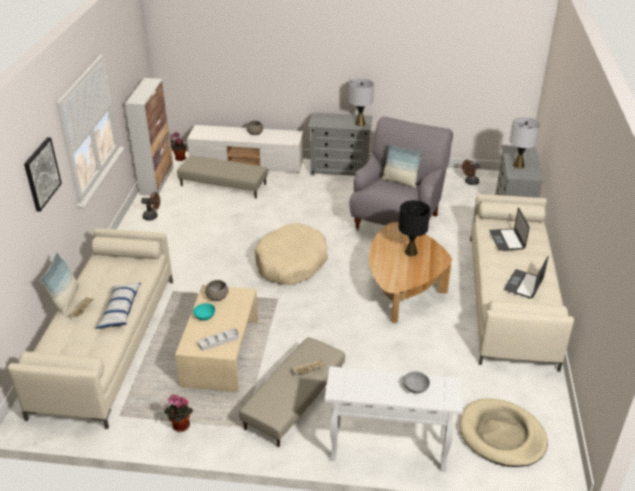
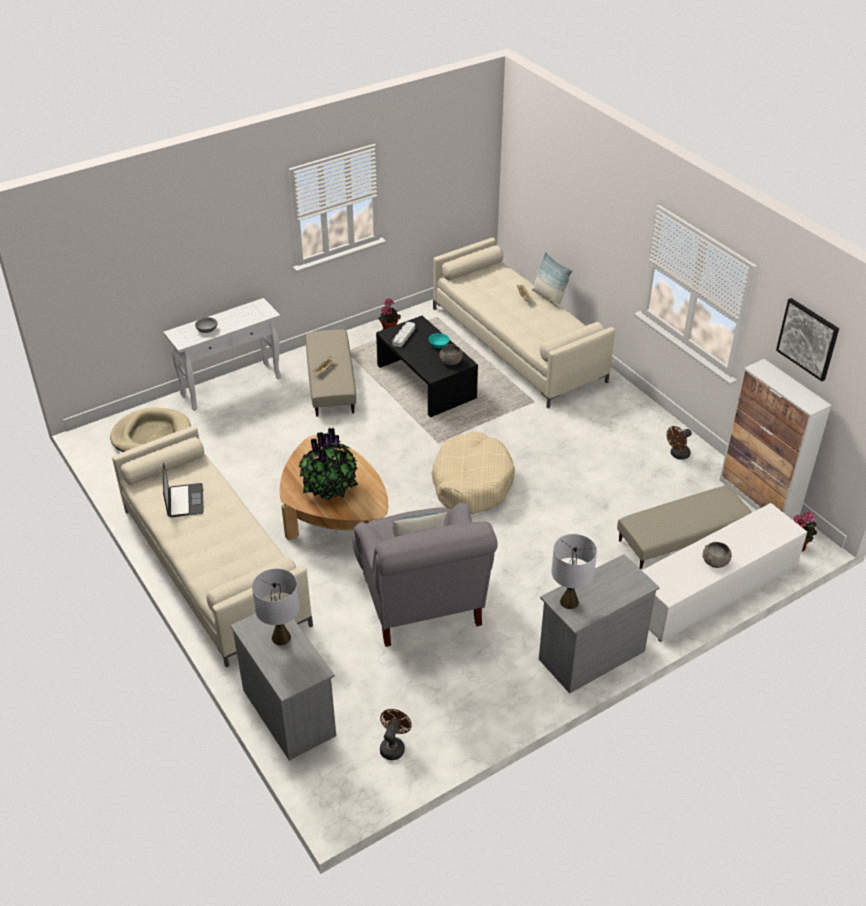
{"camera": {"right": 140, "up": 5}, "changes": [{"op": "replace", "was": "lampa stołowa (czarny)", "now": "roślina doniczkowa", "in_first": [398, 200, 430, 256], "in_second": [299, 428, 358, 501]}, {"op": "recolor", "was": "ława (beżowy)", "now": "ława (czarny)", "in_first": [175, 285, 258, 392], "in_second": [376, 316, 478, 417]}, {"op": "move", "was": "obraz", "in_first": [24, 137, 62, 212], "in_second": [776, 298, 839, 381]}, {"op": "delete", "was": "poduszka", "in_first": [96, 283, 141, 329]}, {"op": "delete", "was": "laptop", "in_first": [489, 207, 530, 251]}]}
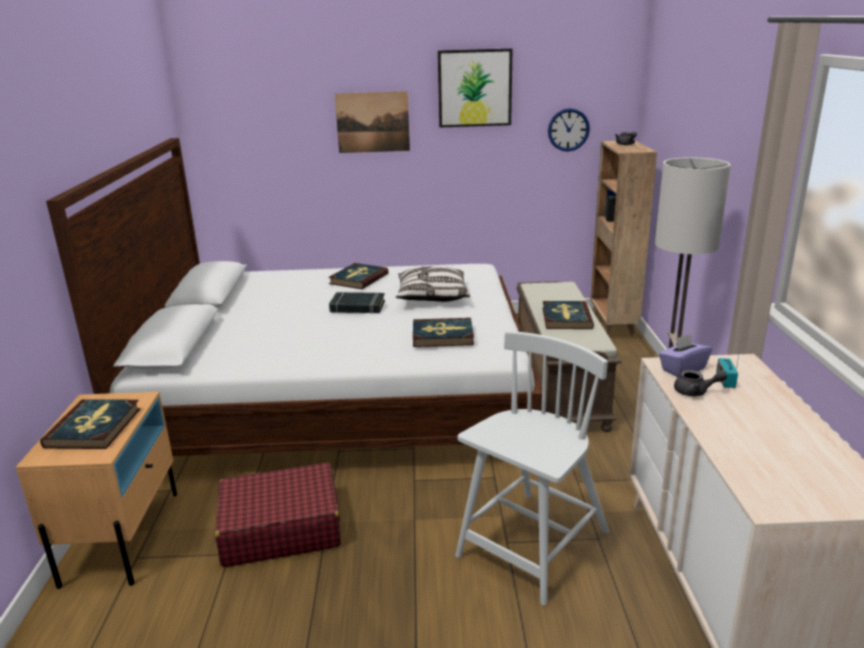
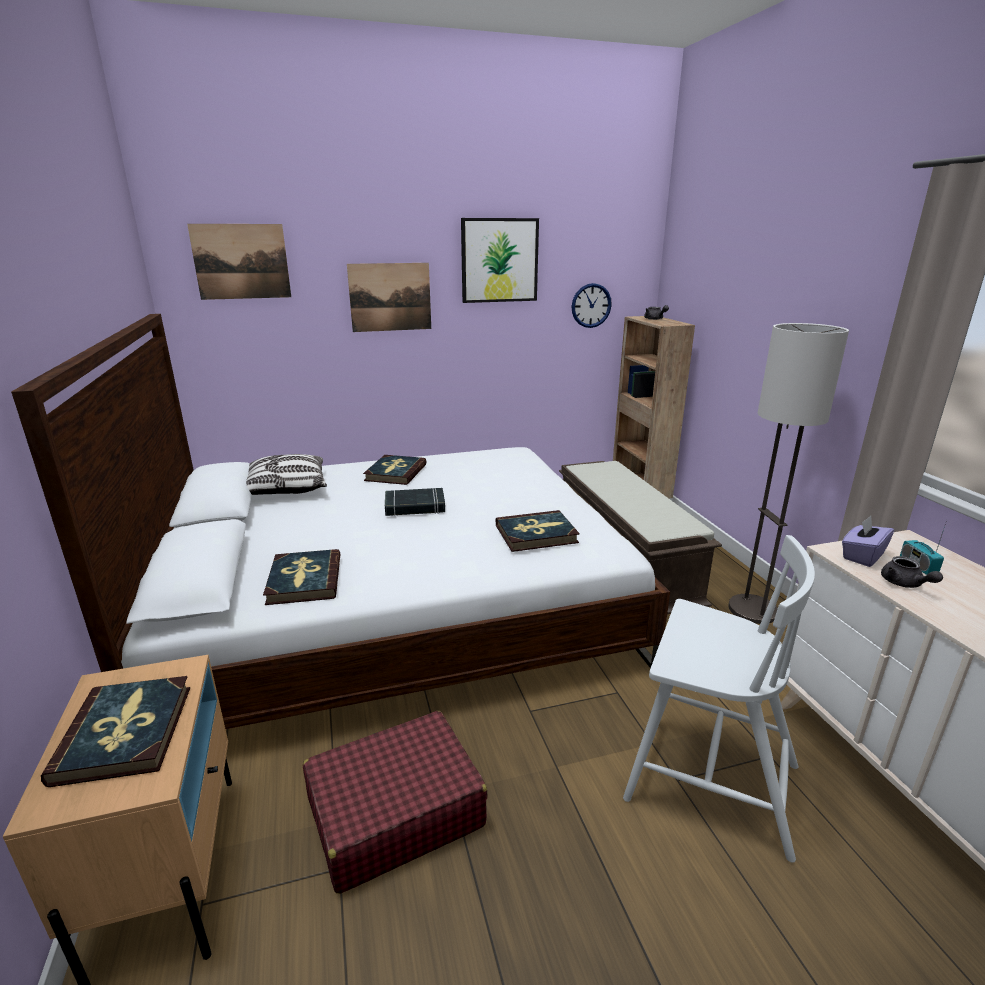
{"camera": {"right": -15, "up": 0}, "changes": [{"op": "insert", "now": "obraz", "in_second": [187, 224, 291, 300]}, {"op": "move", "was": "poduszka", "in_first": [396, 267, 470, 302], "in_second": [246, 454, 327, 495]}, {"op": "move", "was": "książka", "in_first": [542, 301, 594, 329], "in_second": [263, 549, 340, 605]}, {"op": "rotate", "was": "krzesło (biały)", "in_first": [455, 331, 609, 605], "in_second": [623, 535, 815, 863], "clockwise": 90}, {"op": "rotate", "was": "imbryk (szary)", "in_first": [674, 370, 727, 396], "in_second": [881, 556, 943, 588], "clockwise": 75}]}
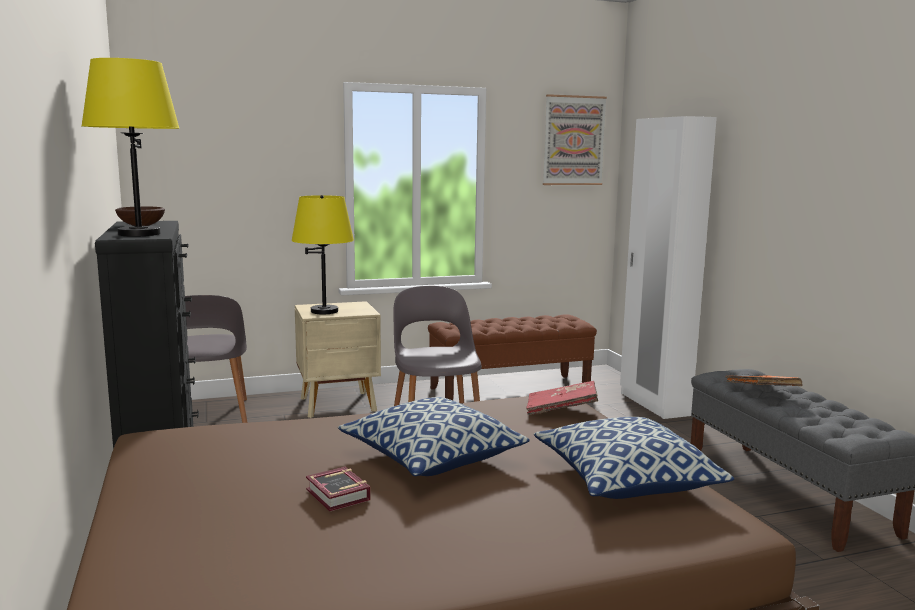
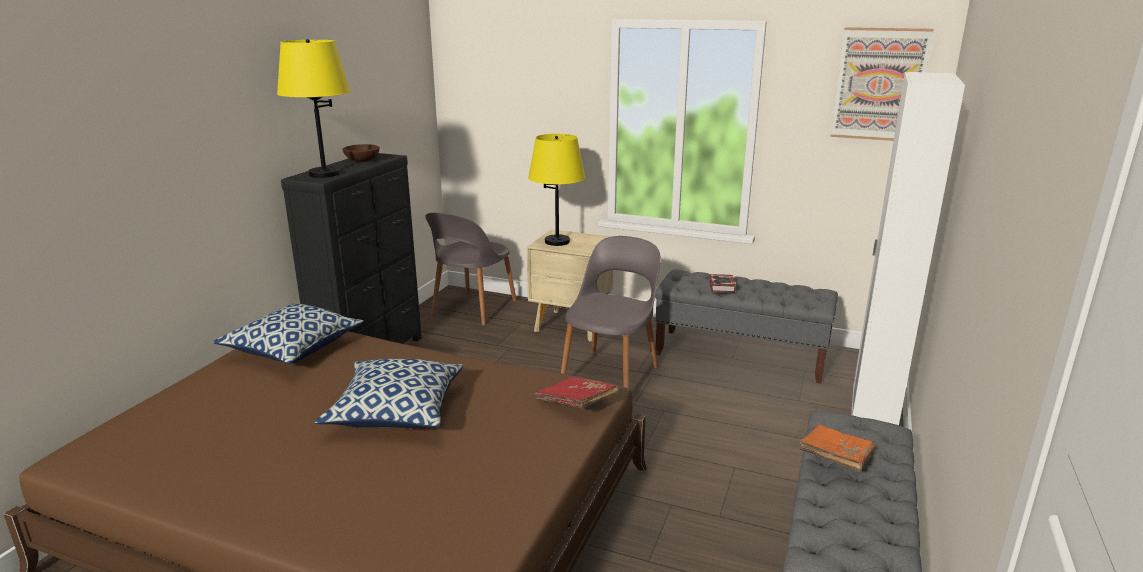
{"camera": {"right": 40, "up": 10}, "changes": [{"op": "move", "was": "poduszka", "in_first": [534, 417, 735, 499], "in_second": [213, 303, 364, 364]}, {"op": "recolor", "was": "ławka (brązowy)", "now": "ławka (szary)", "in_first": [428, 314, 597, 400], "in_second": [655, 270, 838, 384]}, {"op": "move", "was": "książka", "in_first": [306, 467, 371, 511], "in_second": [709, 274, 736, 293]}]}
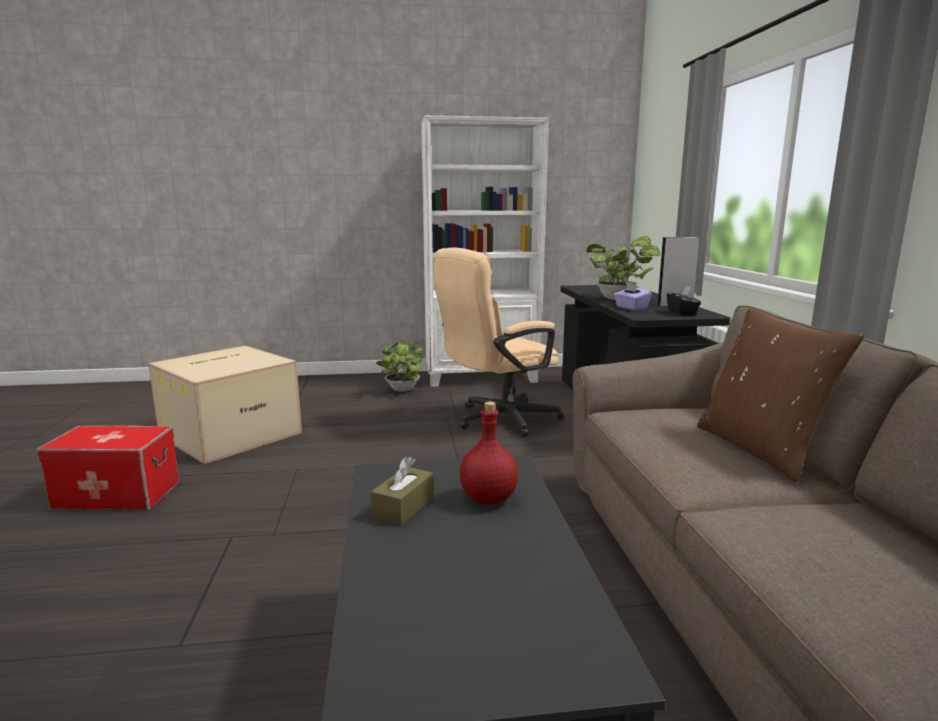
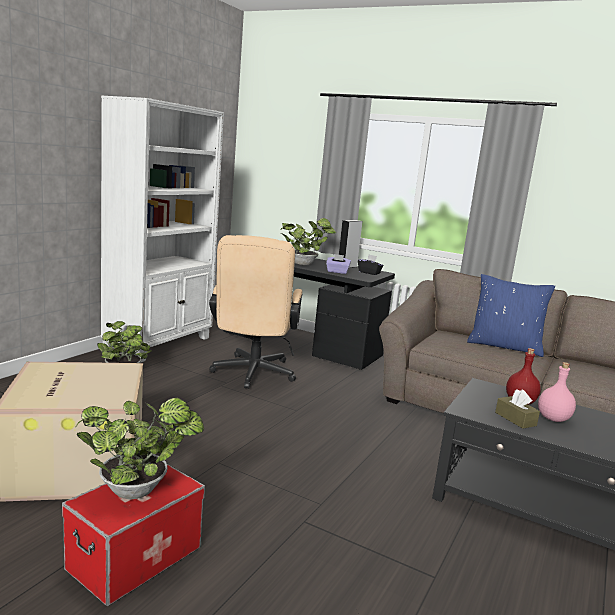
{"camera": {"right": -55, "up": 0}, "changes": [{"op": "insert", "now": "roślina doniczkowa", "in_second": [75, 398, 204, 499]}, {"op": "recolor", "was": "poduszka (brązowy)", "now": "poduszka (niebieski)", "in_first": [697, 308, 864, 482], "in_second": [467, 274, 555, 357]}, {"op": "insert", "now": "butelka (różowy)", "in_second": [538, 362, 576, 422]}]}
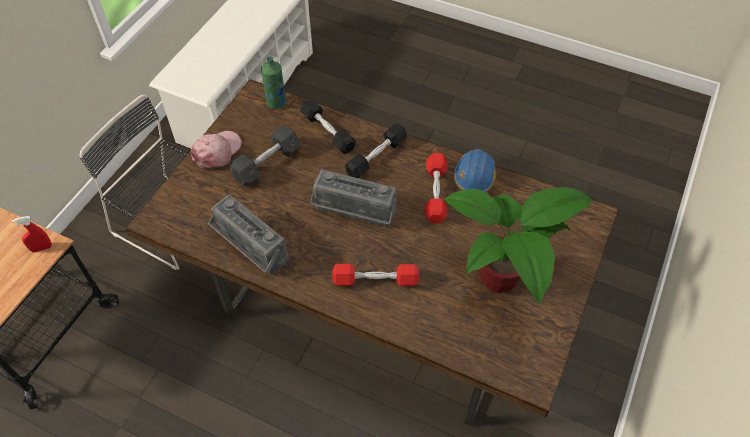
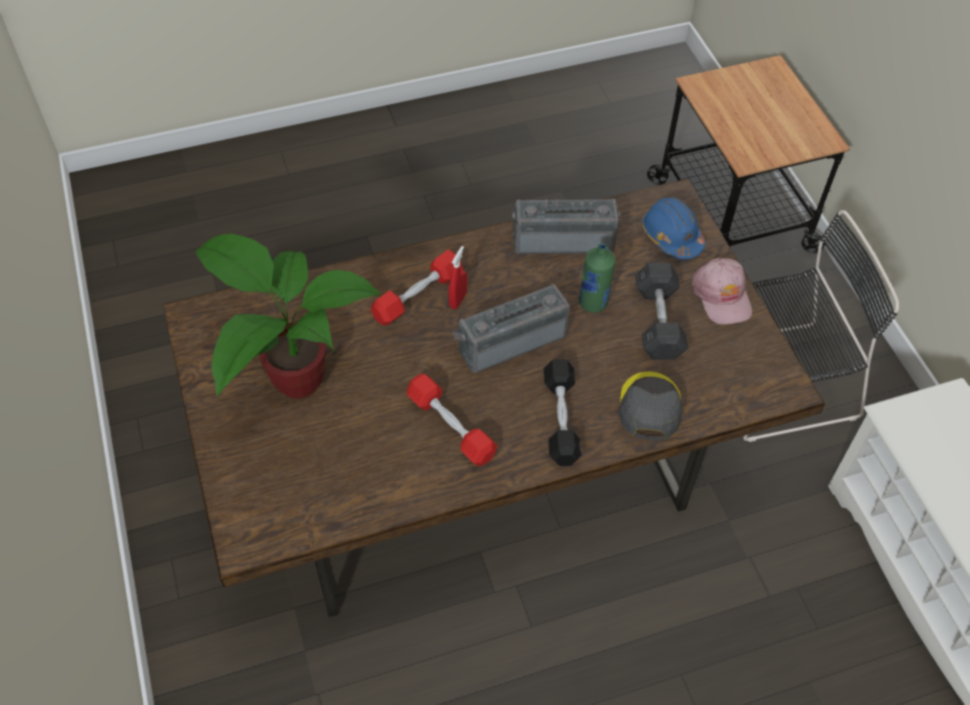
{"camera": {"right": 135, "up": 0}, "changes": [{"op": "move", "was": "spryskiwacz (czerwony)", "in_first": [12, 216, 52, 252], "in_second": [448, 246, 467, 309]}, {"op": "move", "was": "butelka (zielony)", "in_first": [261, 56, 286, 109], "in_second": [579, 243, 616, 313]}, {"op": "replace", "was": "hantel (czarny)", "now": "czapka z daszkiem (szary)", "in_first": [300, 98, 356, 154], "in_second": [619, 371, 683, 440]}, {"op": "move", "was": "kask (niebieski)", "in_first": [454, 149, 496, 192], "in_second": [641, 197, 705, 259]}]}
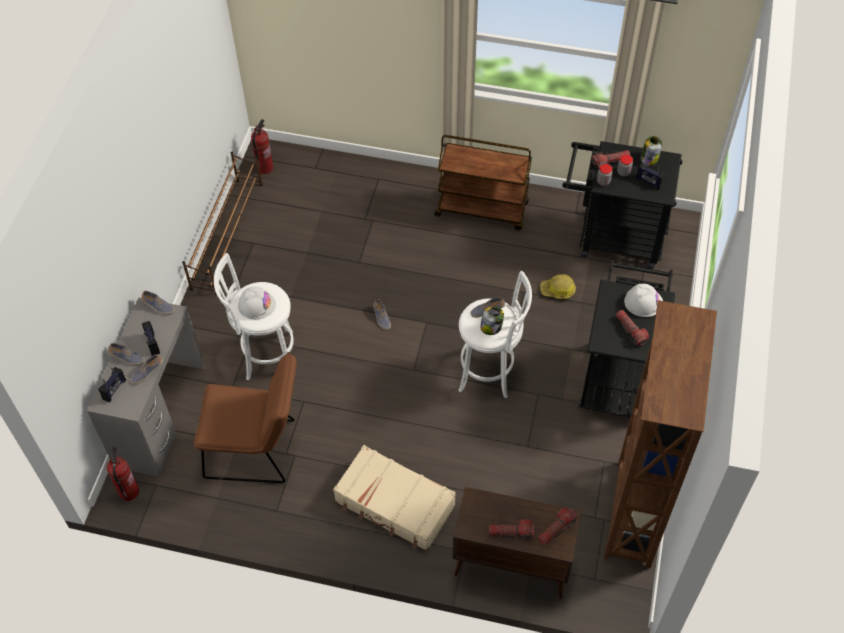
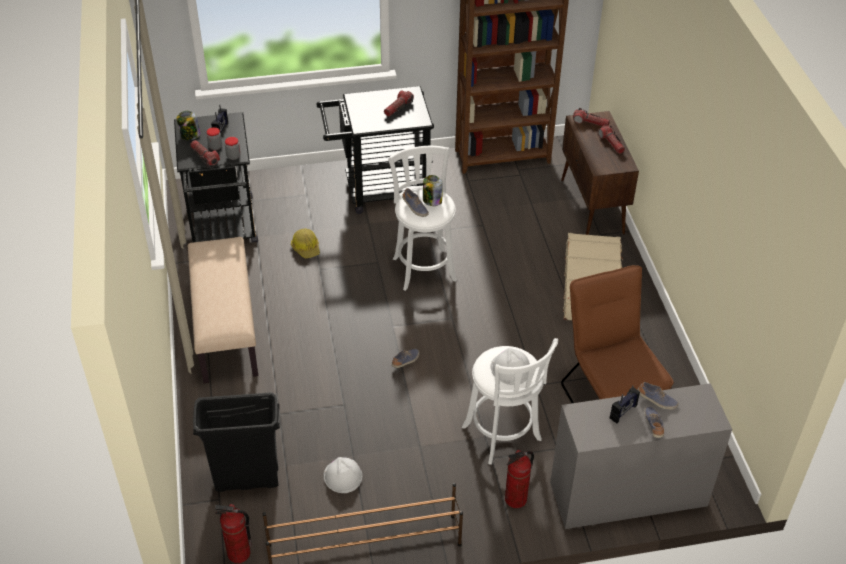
{"camera": {"right": -115, "up": -10}, "changes": [{"op": "replace", "was": "wózek (brązowy)", "now": "ławka (beżowy)", "in_first": [435, 135, 532, 231], "in_second": [188, 237, 258, 384]}, {"op": "insert", "now": "kosz na śmieci (czarny)", "in_second": [193, 392, 280, 492]}, {"op": "move", "was": "kask (biały)", "in_first": [624, 284, 663, 317], "in_second": [323, 457, 362, 493]}, {"op": "move", "was": "gaśnica", "in_first": [107, 447, 139, 501], "in_second": [505, 450, 534, 508]}, {"op": "delete", "was": "radio", "in_first": [98, 367, 126, 403]}, {"op": "delete", "was": "but", "in_first": [141, 291, 175, 315]}]}
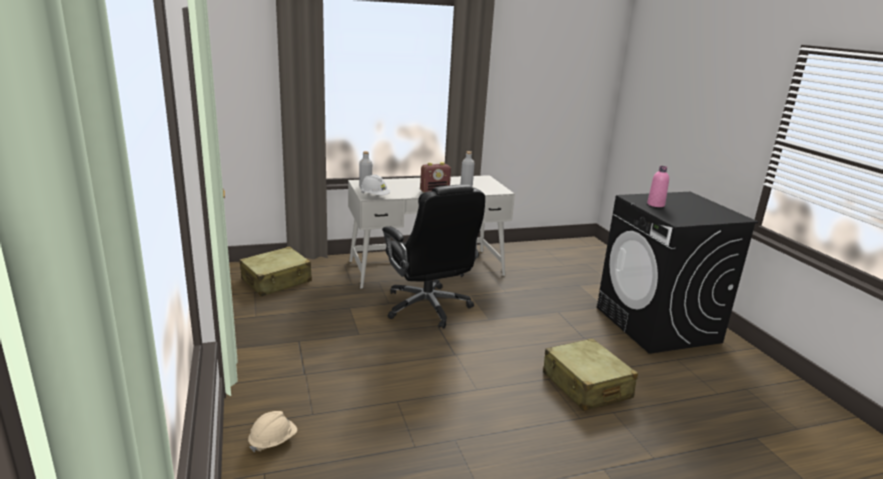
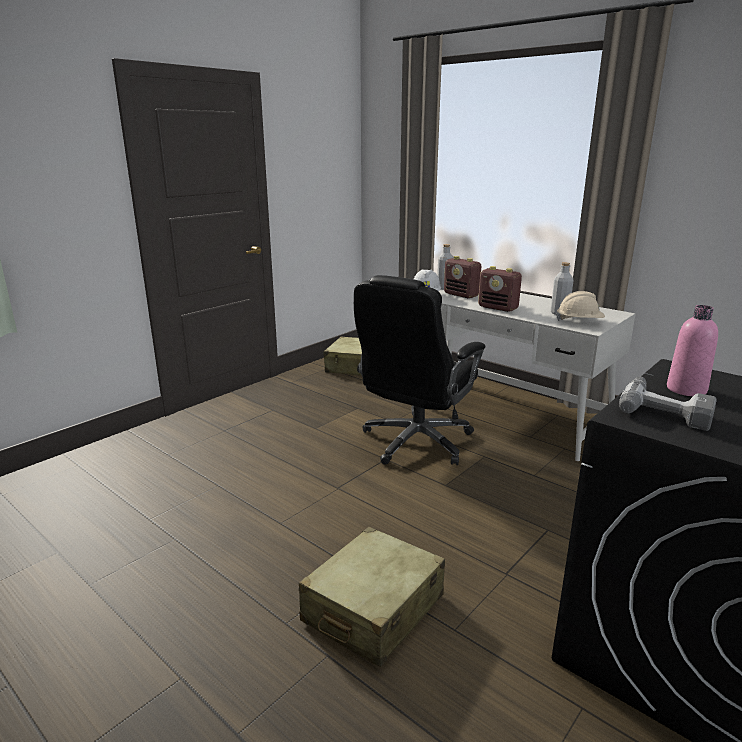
{"camera": {"right": 60, "up": 0}, "changes": [{"op": "insert", "now": "radio", "in_second": [444, 256, 481, 298]}, {"op": "move", "was": "kask (beżowy)", "in_first": [248, 411, 297, 453], "in_second": [556, 291, 605, 321]}, {"op": "insert", "now": "wiertarka", "in_second": [619, 377, 717, 431]}]}
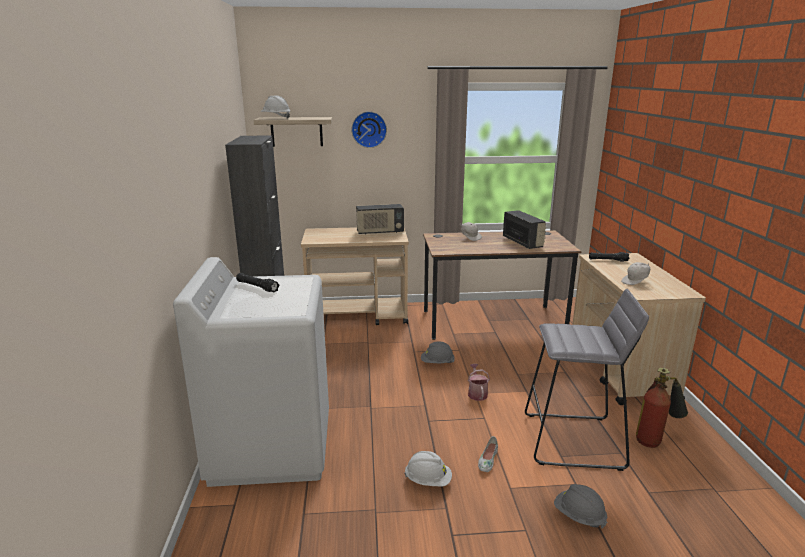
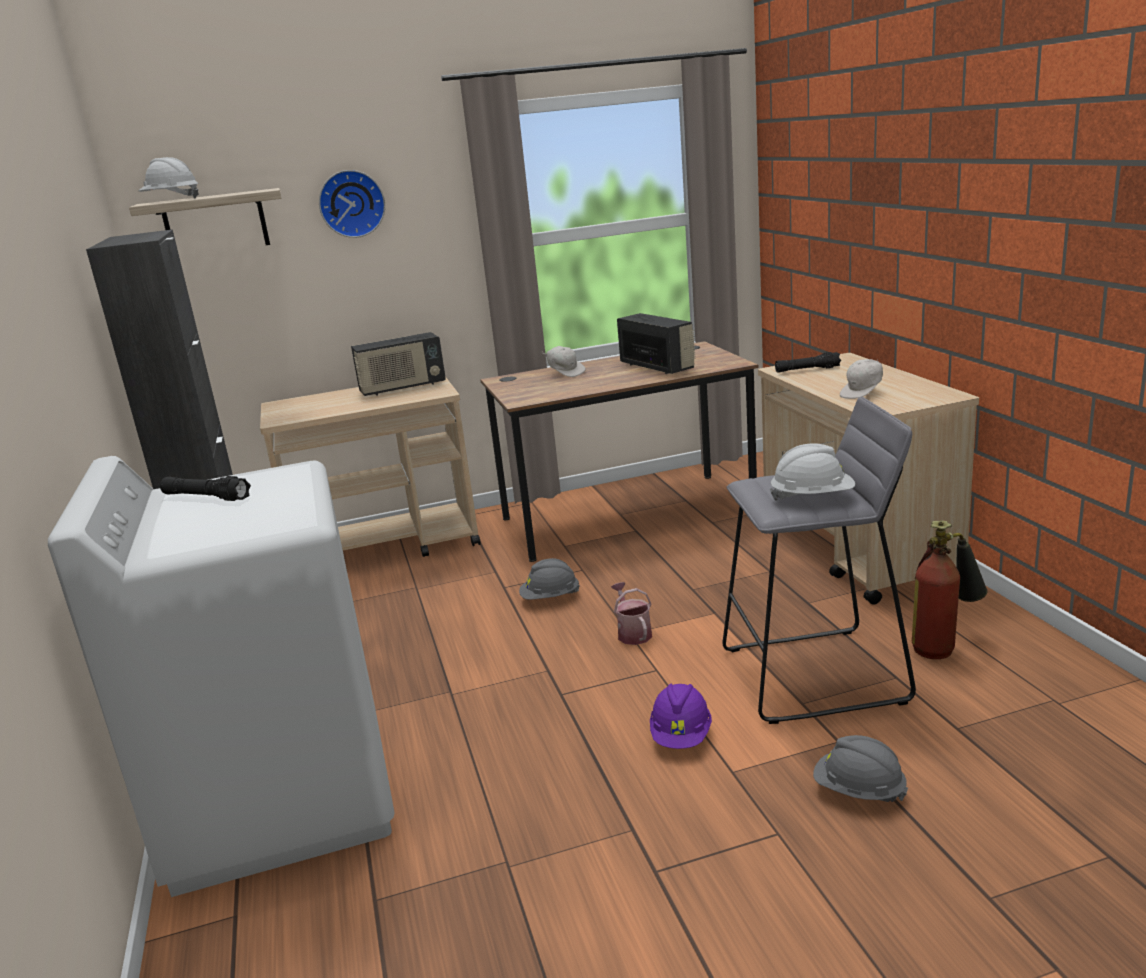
{"camera": {"right": -10, "up": 0}, "changes": [{"op": "replace", "was": "but (biały)", "now": "kask (fioletowy)", "in_first": [478, 436, 498, 472], "in_second": [650, 683, 712, 749]}, {"op": "move", "was": "kask (biały)", "in_first": [404, 451, 452, 487], "in_second": [770, 443, 855, 501]}]}
